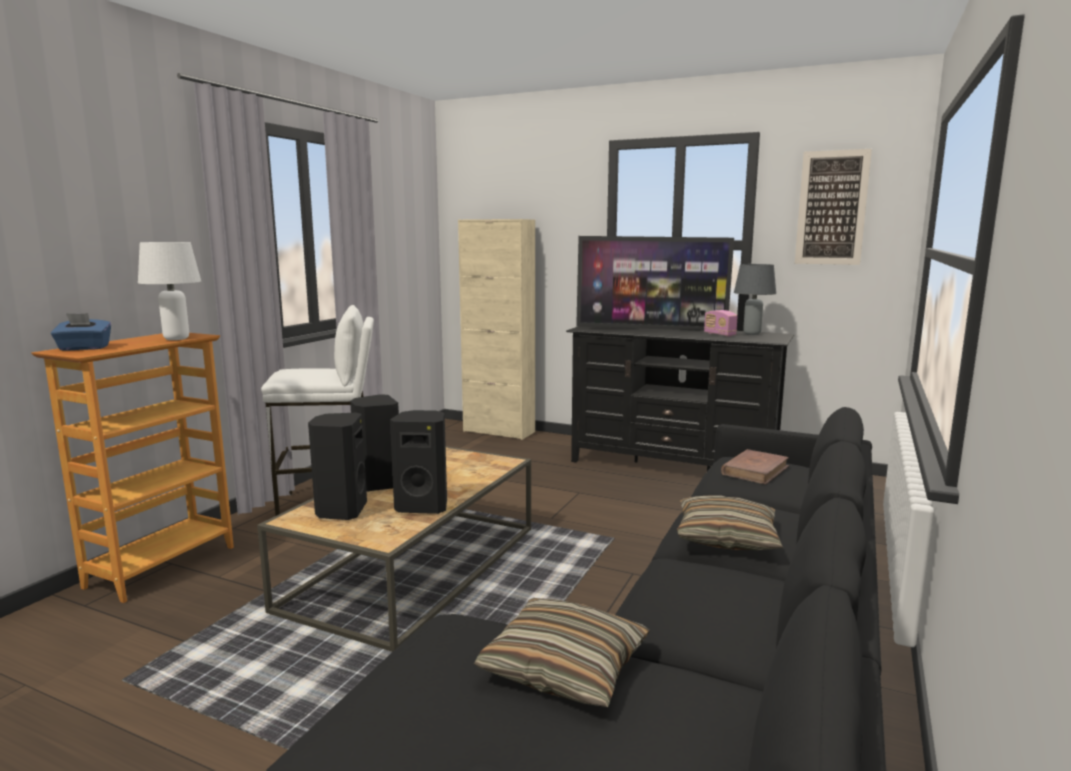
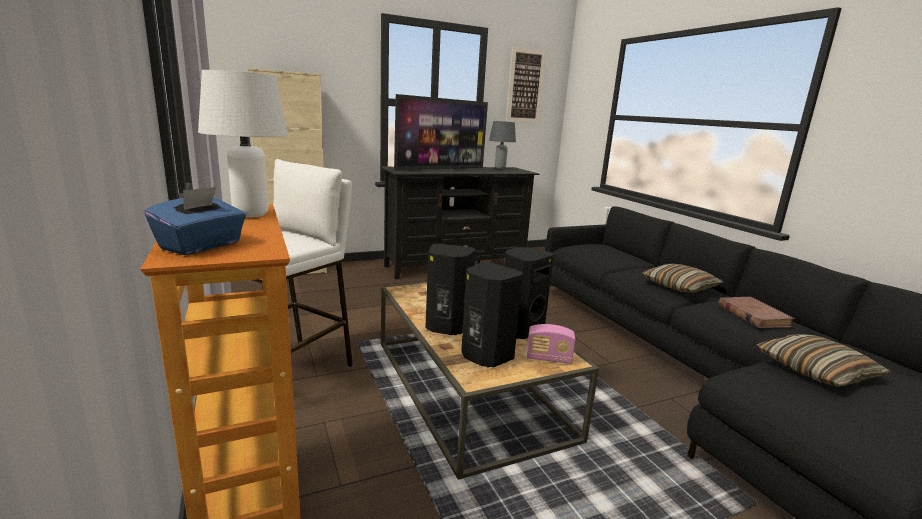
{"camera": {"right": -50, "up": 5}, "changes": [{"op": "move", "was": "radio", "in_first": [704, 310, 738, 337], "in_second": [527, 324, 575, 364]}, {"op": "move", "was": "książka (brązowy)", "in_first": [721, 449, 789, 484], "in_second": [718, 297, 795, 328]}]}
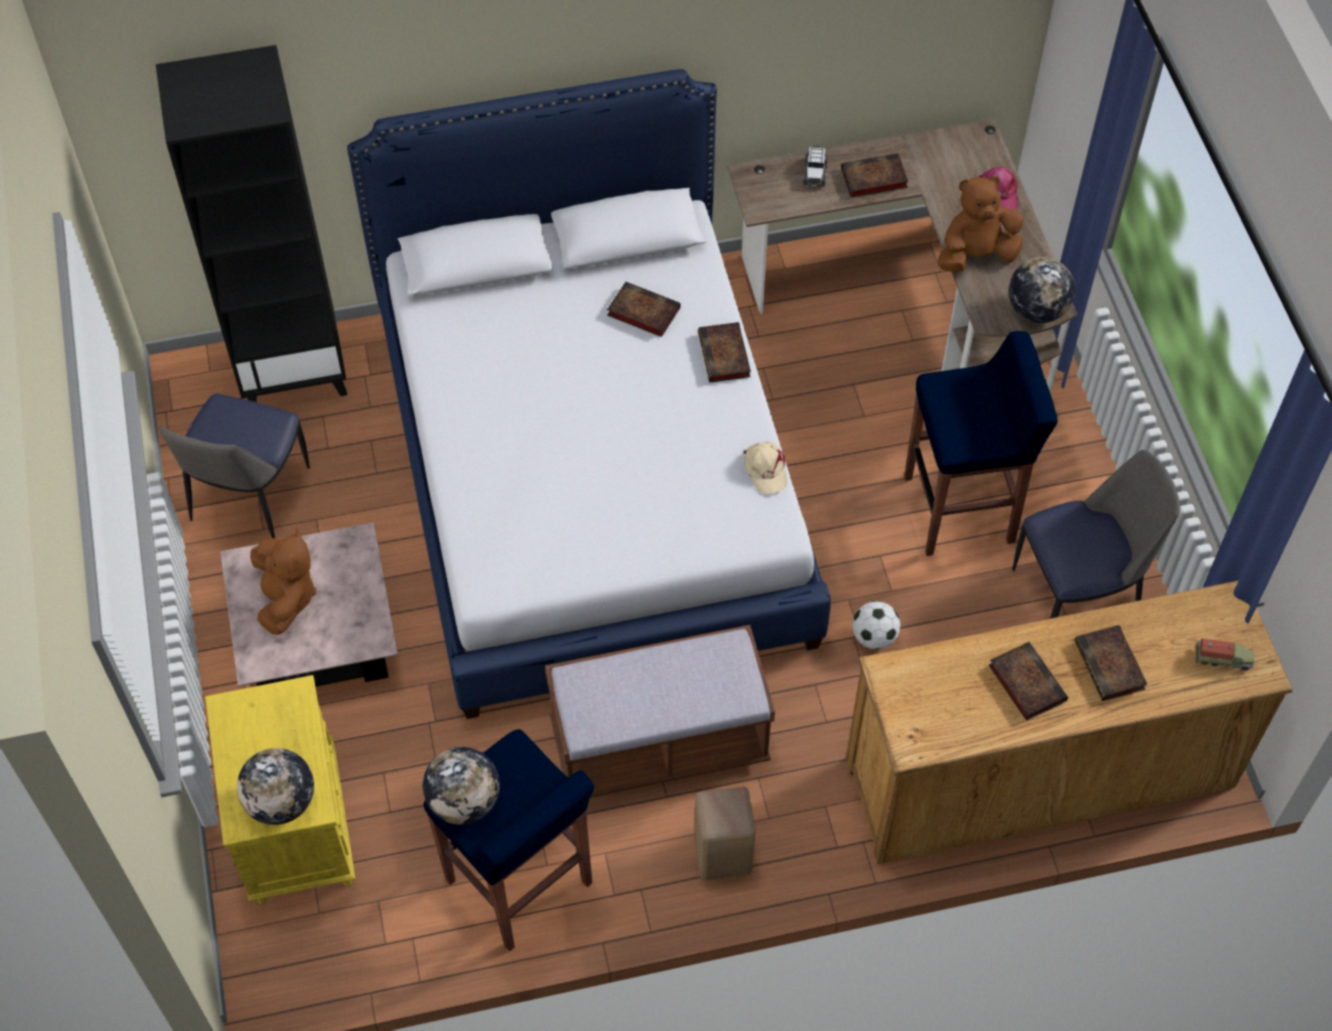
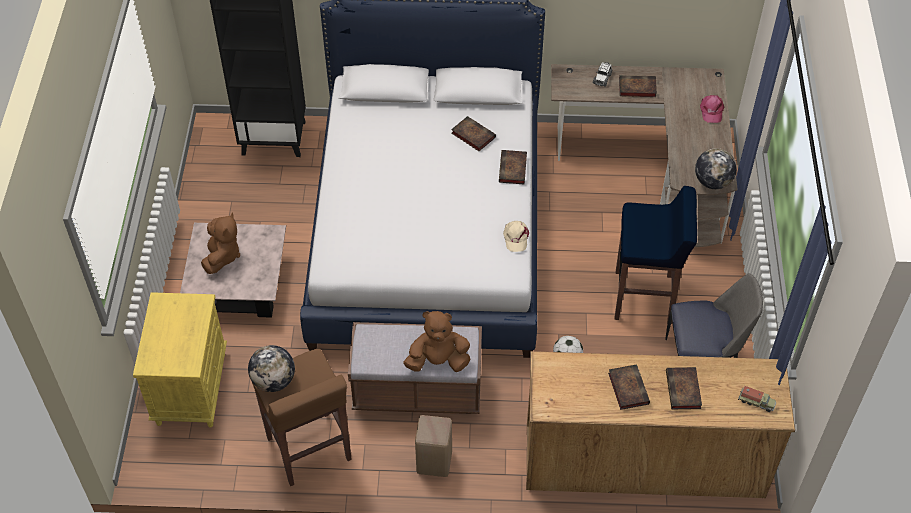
{"camera": {"right": 15, "up": -5}, "changes": [{"op": "recolor", "was": "stołek (niebieski)", "now": "stołek (brązowy)", "in_first": [423, 729, 594, 951], "in_second": [252, 349, 352, 486]}, {"op": "move", "was": "pluszak (brązowy)", "in_first": [938, 175, 1024, 273], "in_second": [404, 311, 470, 372]}, {"op": "delete", "was": "krzesło", "in_first": [160, 393, 310, 538]}, {"op": "delete", "was": "globus", "in_first": [237, 748, 314, 825]}]}
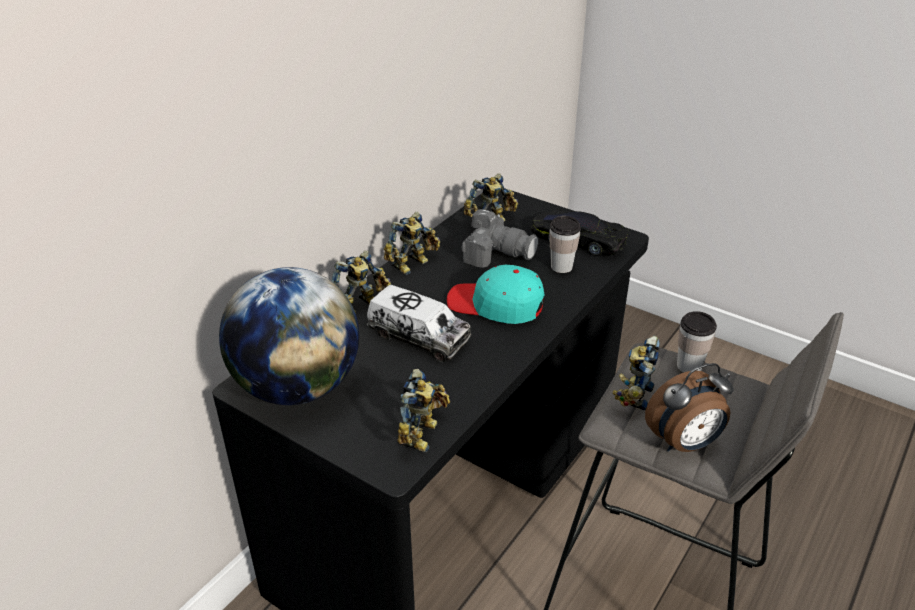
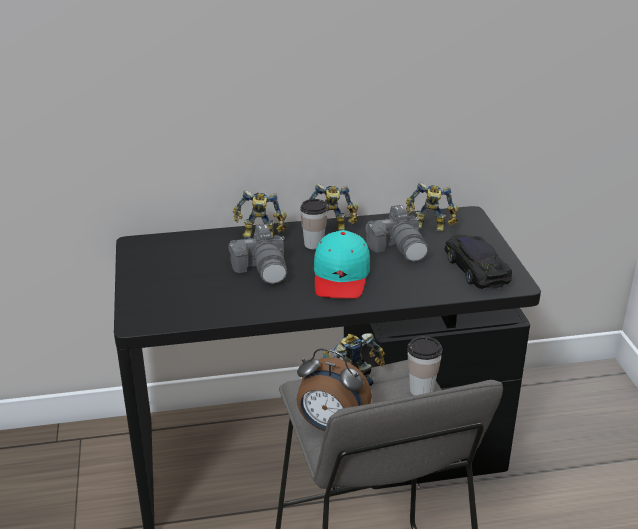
{"camera": {"right": 45, "up": -5}, "changes": [{"op": "replace", "was": "ciężarówka zabawkowa", "now": "aparat fotograficzny", "in_first": [367, 285, 471, 362], "in_second": [229, 224, 288, 284]}, {"op": "move", "was": "filiżanka", "in_first": [549, 216, 581, 273], "in_second": [300, 199, 328, 249]}, {"op": "rotate", "was": "czapka z daszkiem (turkusowy)", "in_first": [447, 265, 544, 324], "in_second": [314, 230, 370, 299], "clockwise": -150}, {"op": "delete", "was": "globus", "in_first": [219, 267, 359, 405]}, {"op": "delete", "was": "robot zabawkowy", "in_first": [398, 369, 450, 452]}]}
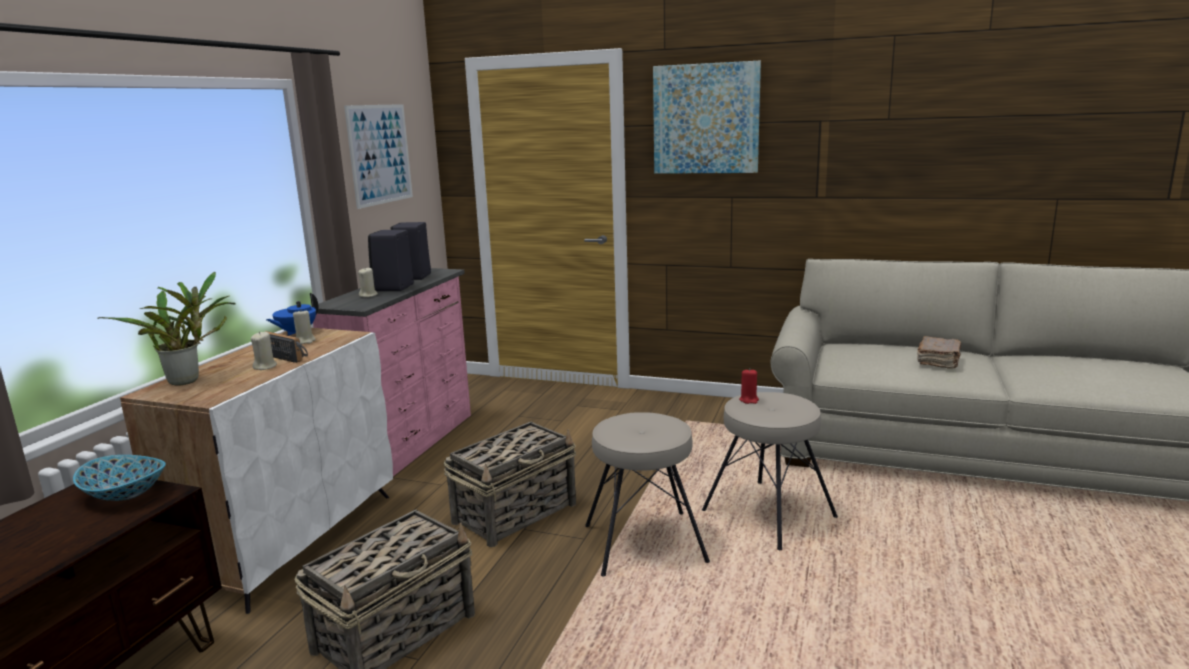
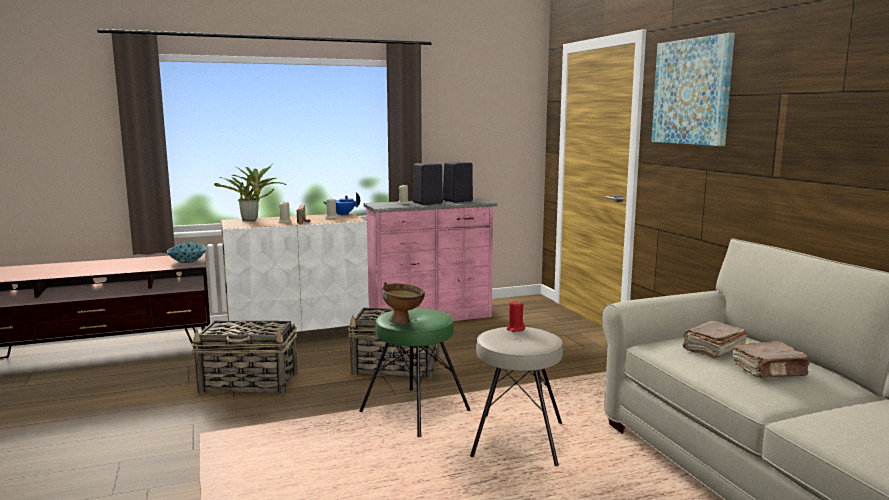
{"camera": {"right": 50, "up": -5}, "changes": [{"op": "recolor", "was": "stołek (beżowy)", "now": "stołek (zielony)", "in_first": [585, 412, 710, 576], "in_second": [359, 308, 471, 437]}, {"op": "insert", "now": "miska (brązowy)", "in_second": [382, 282, 425, 325]}, {"op": "insert", "now": "książka (brązowy)", "in_second": [683, 321, 747, 359]}, {"op": "delete", "was": "obraz", "in_first": [344, 104, 413, 209]}]}
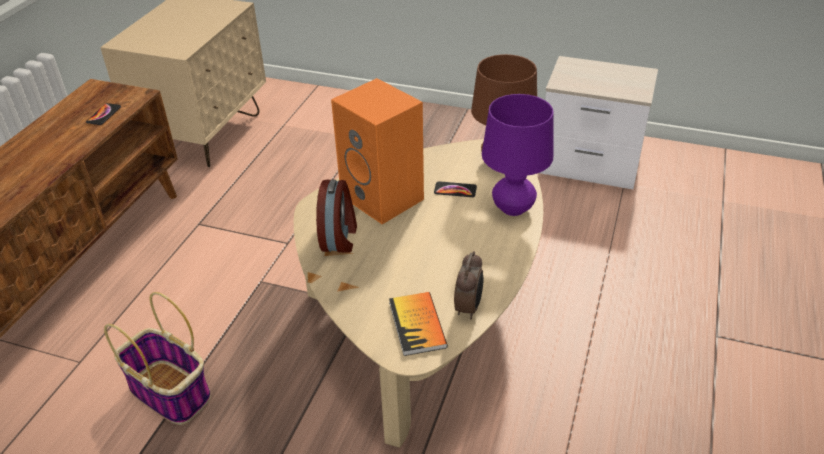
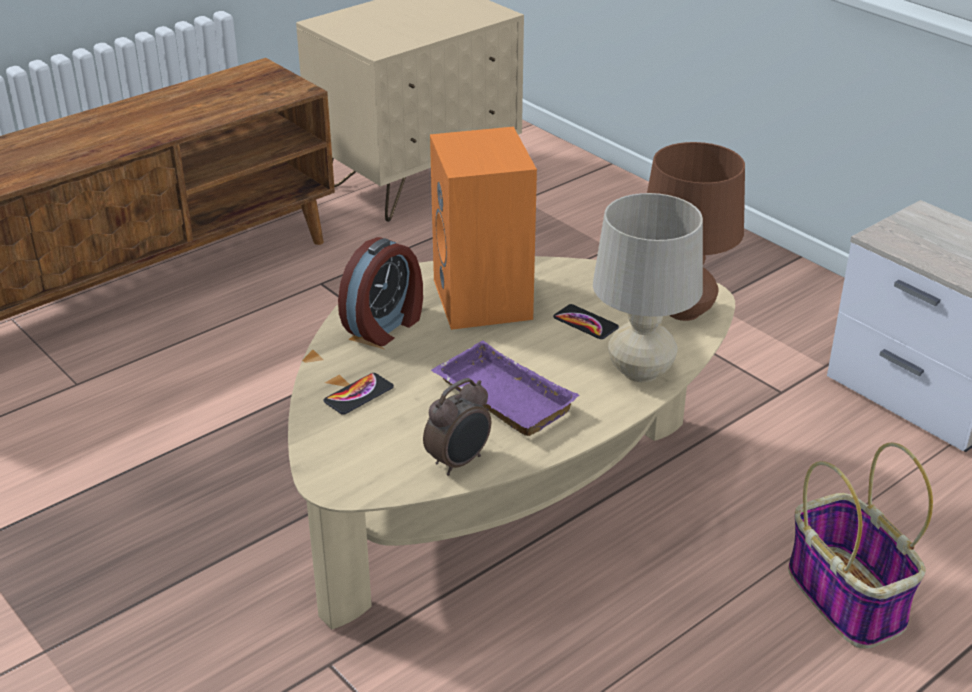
{"camera": {"right": 30, "up": -5}, "changes": [{"op": "move", "was": "telefon", "in_first": [86, 103, 121, 125], "in_second": [323, 373, 394, 415]}, {"op": "insert", "now": "taca (fioletowy)", "in_second": [431, 341, 580, 436]}, {"op": "recolor", "was": "lampa stołowa (fioletowy)", "now": "lampa stołowa (beżowy)", "in_first": [482, 94, 553, 216], "in_second": [593, 193, 703, 382]}, {"op": "move", "was": "koszyk", "in_first": [104, 292, 211, 425], "in_second": [788, 443, 933, 649]}, {"op": "delete", "was": "książka", "in_first": [389, 292, 448, 356]}]}
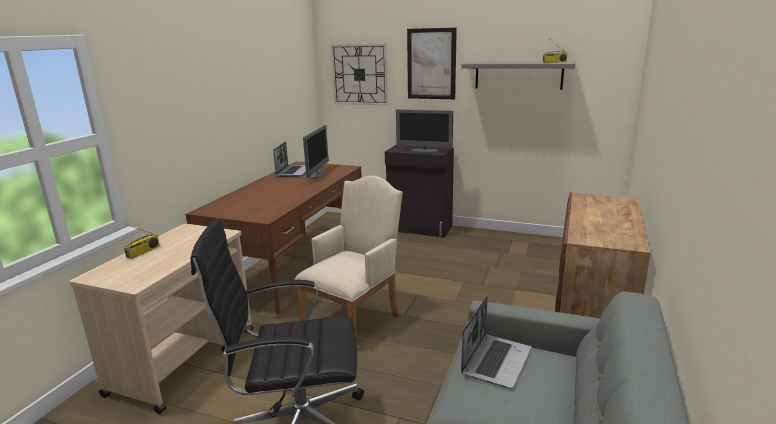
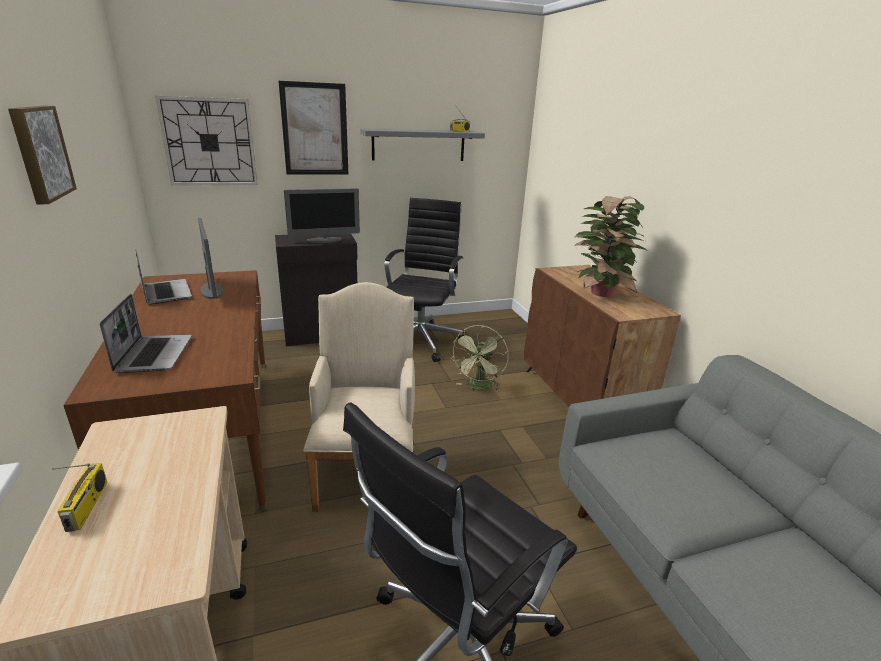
{"camera": {"right": -40, "up": 5}, "changes": [{"op": "insert", "now": "obraz", "in_second": [8, 106, 77, 204]}, {"op": "move", "was": "laptop", "in_first": [461, 296, 531, 389], "in_second": [100, 294, 192, 373]}, {"op": "insert", "now": "krzesło biurowe (czarny)", "in_second": [384, 198, 464, 362]}, {"op": "insert", "now": "wentylator (zielony)", "in_second": [450, 325, 509, 391]}, {"op": "insert", "now": "roślina doniczkowa", "in_second": [575, 196, 648, 297]}]}
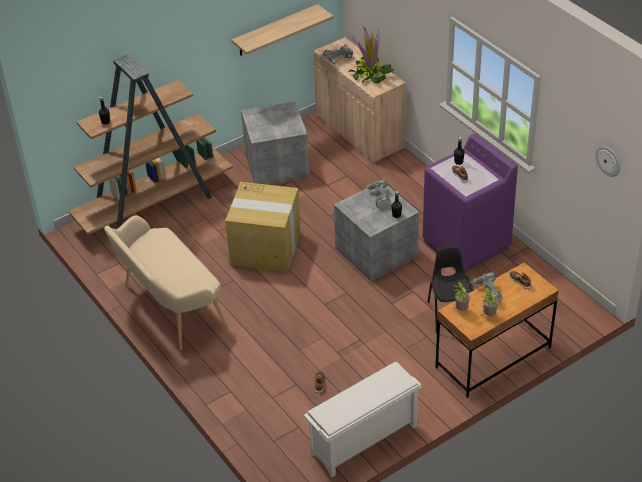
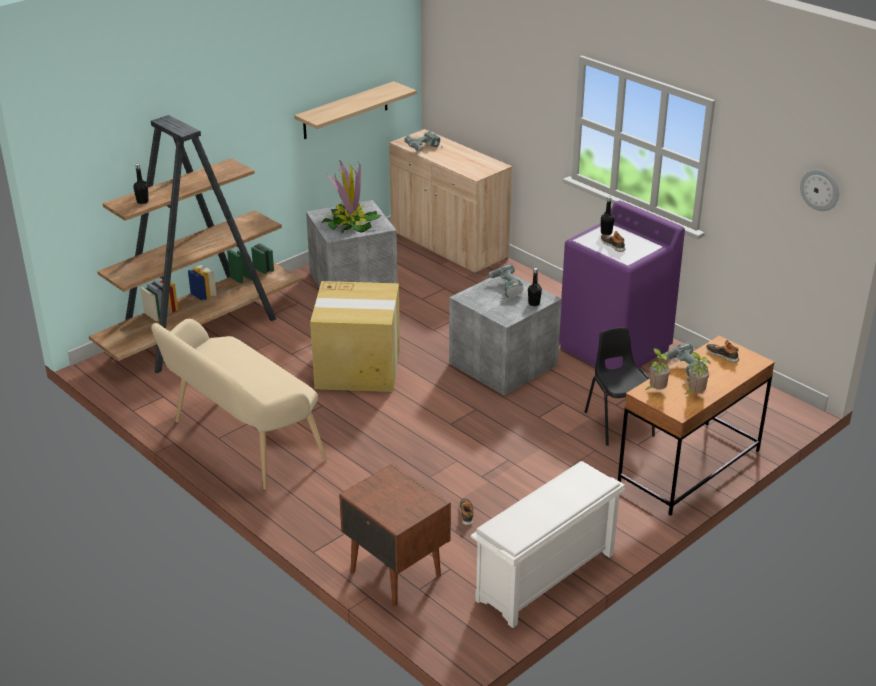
{"camera": {"right": -10, "up": -10}, "changes": [{"op": "move", "was": "roślina doniczkowa", "in_first": [348, 27, 394, 84], "in_second": [322, 160, 382, 233]}, {"op": "insert", "now": "szafka nocna (brązowy)", "in_second": [339, 463, 451, 606]}]}
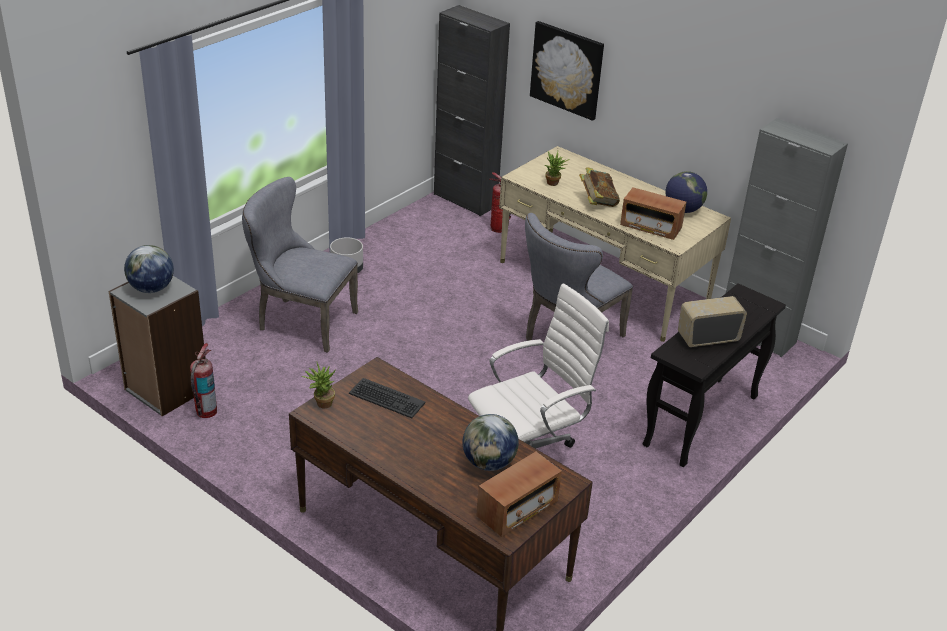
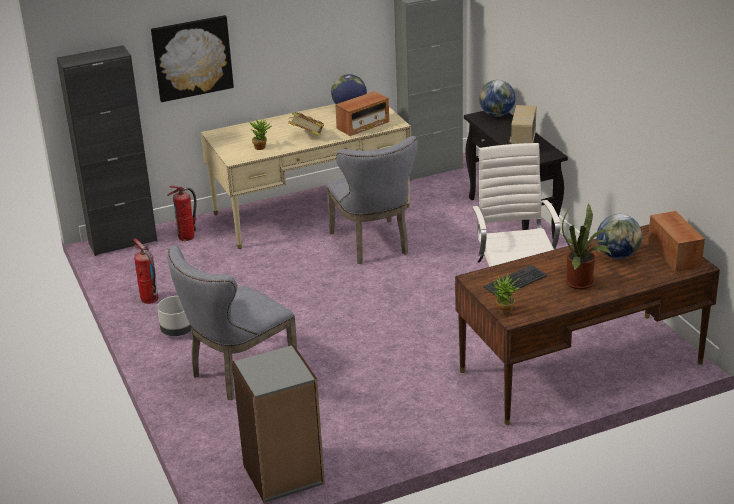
{"camera": {"right": -60, "up": -5}, "changes": [{"op": "move", "was": "gaśnica", "in_first": [190, 343, 217, 418], "in_second": [133, 239, 158, 304]}, {"op": "move", "was": "globus", "in_first": [124, 245, 174, 293], "in_second": [479, 80, 516, 117]}, {"op": "insert", "now": "roślina doniczkowa", "in_second": [562, 204, 617, 289]}]}
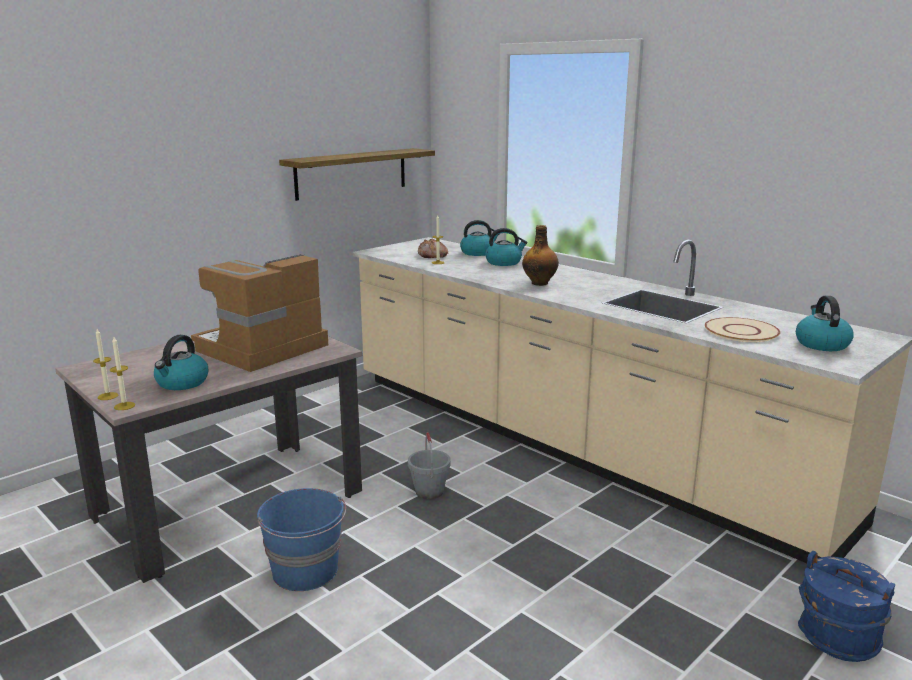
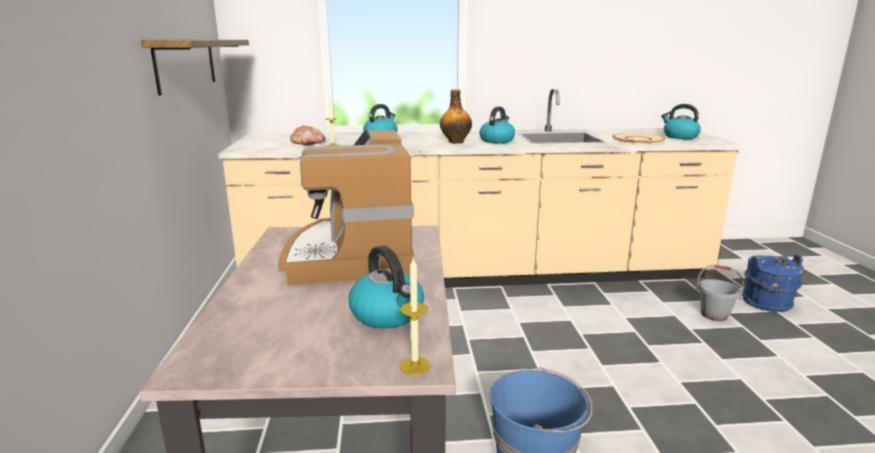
{"camera": {"right": -50, "up": 0}, "changes": [{"op": "move", "was": "czajnik", "in_first": [460, 220, 499, 256], "in_second": [479, 106, 515, 143]}, {"op": "move", "was": "wiadro (szary)", "in_first": [408, 432, 451, 499], "in_second": [696, 265, 744, 321]}, {"op": "delete", "was": "świeca", "in_first": [93, 329, 118, 400]}]}
